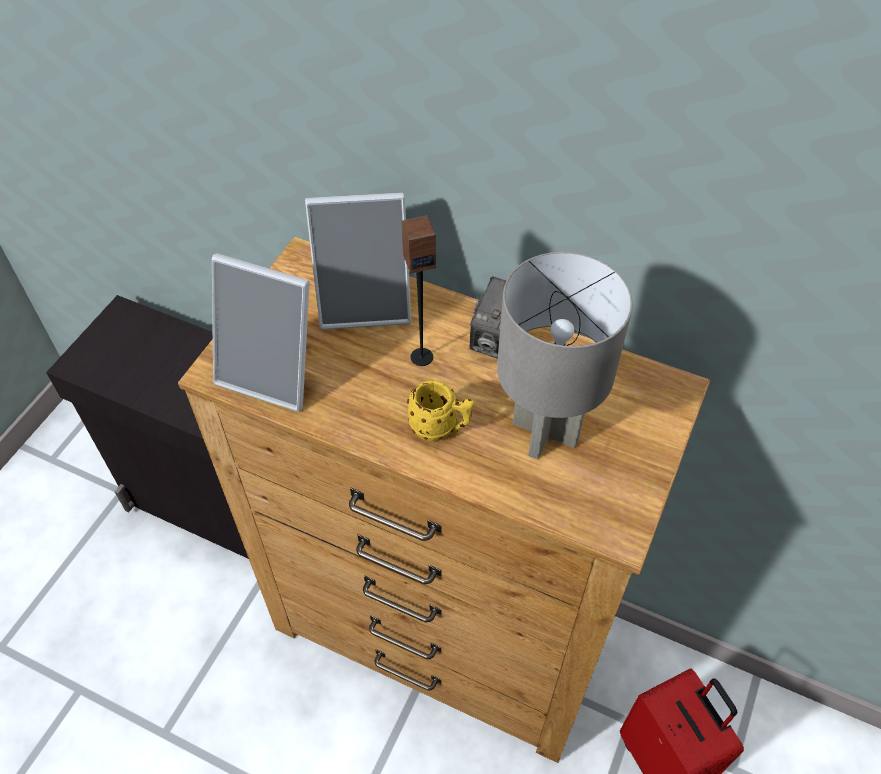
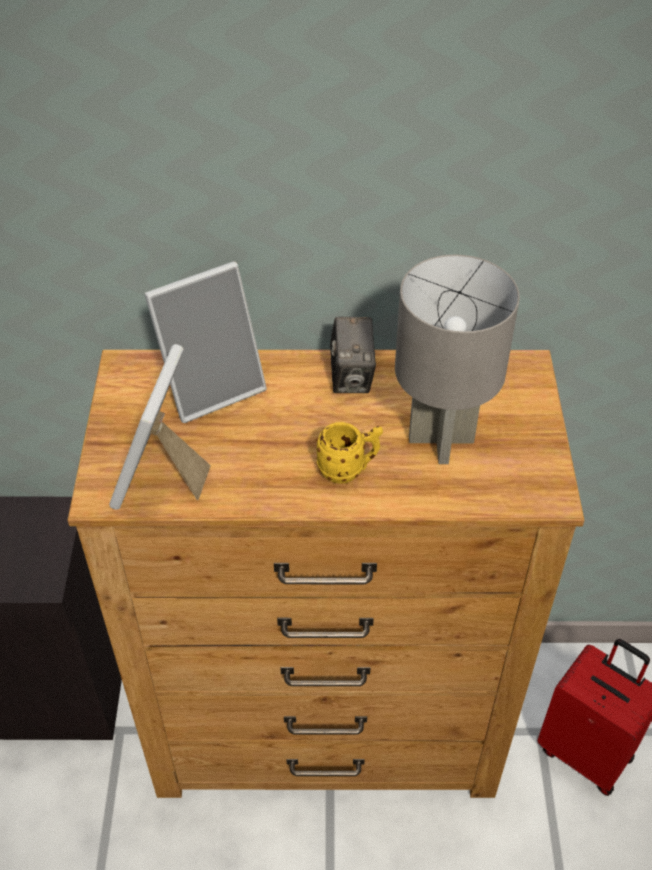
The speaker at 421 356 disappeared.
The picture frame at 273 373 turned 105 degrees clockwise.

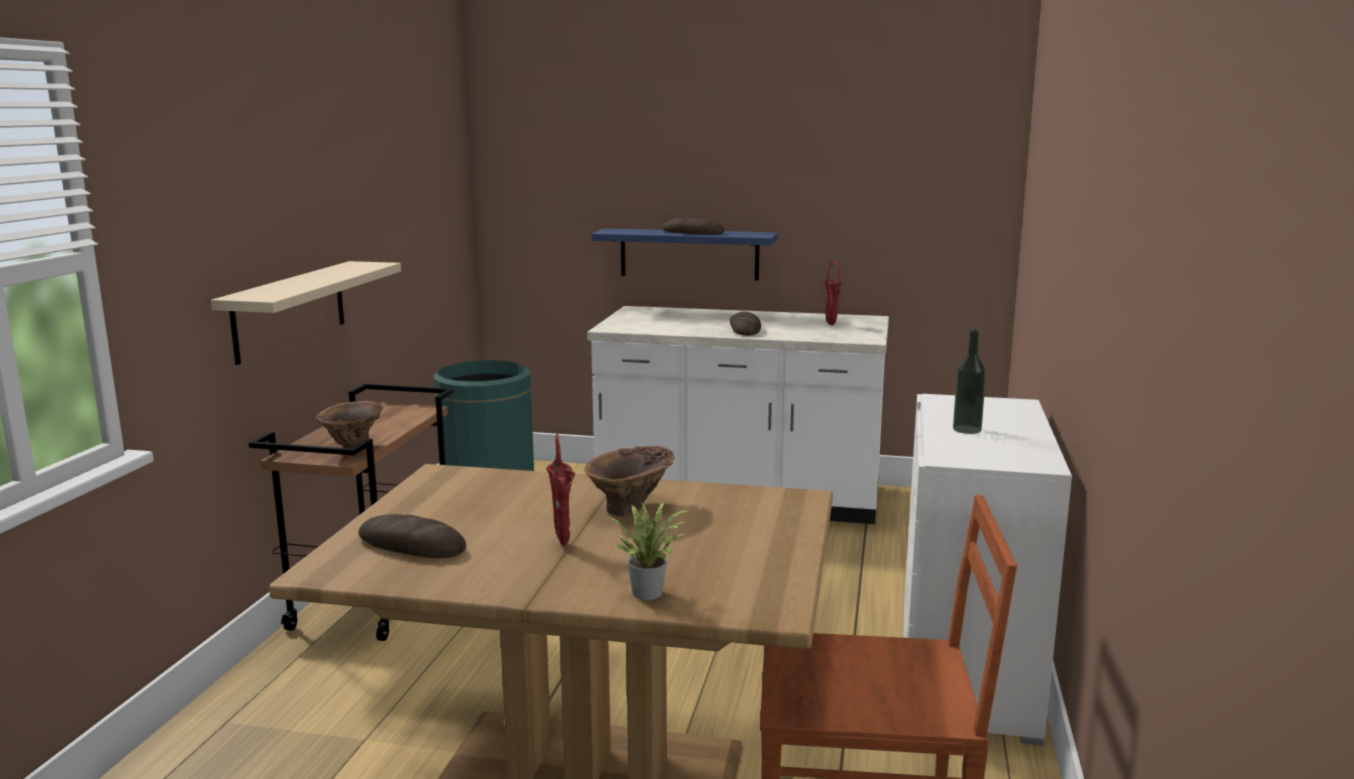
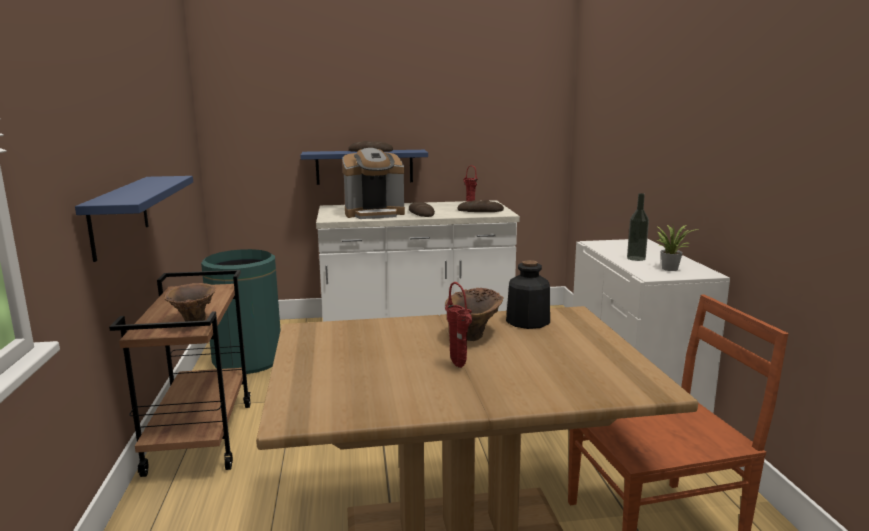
The coffee machine at 374 214 appeared.
The bottle at 527 321 appeared.
The bread moved from 411 545 to 480 211.
The potted plant moved from 650 591 to 669 268.
The beige shelf at 290 310 became the blue shelf at 119 215.

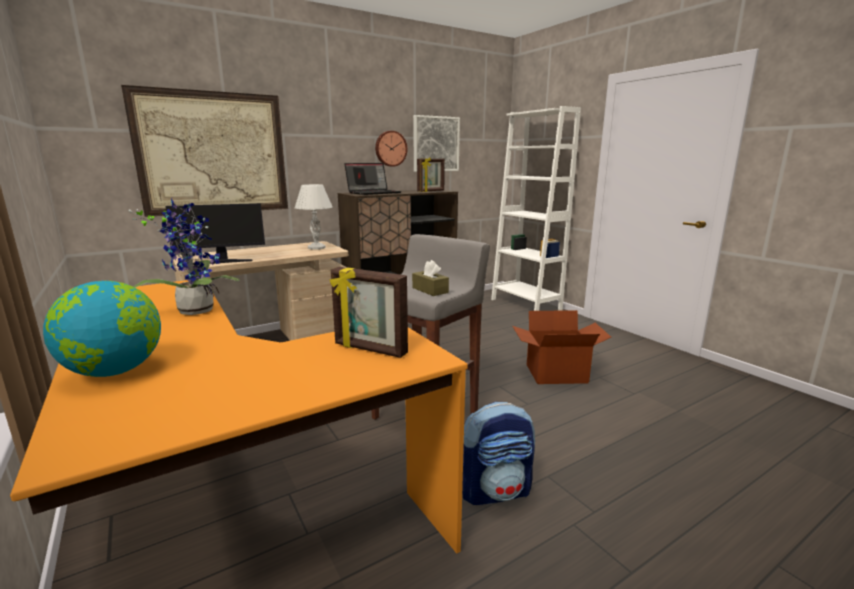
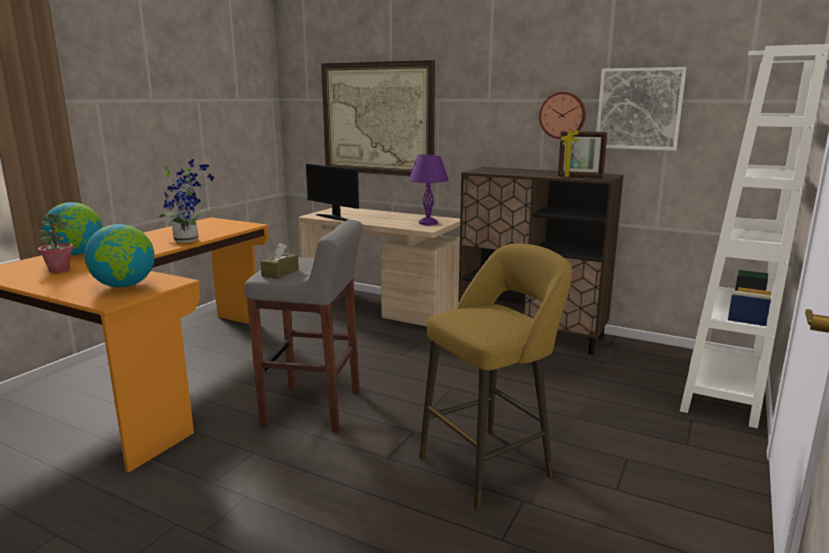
The laptop at 374 193 disappeared.
The backpack at 496 491 disappeared.
The potted plant at 59 270 appeared.
The picture frame at 369 349 was replaced by the globe at 124 286.
The cardboard box at 556 374 was replaced by the yellow stool at 490 464.
The white table lamp at 316 247 became the purple table lamp at 428 223.

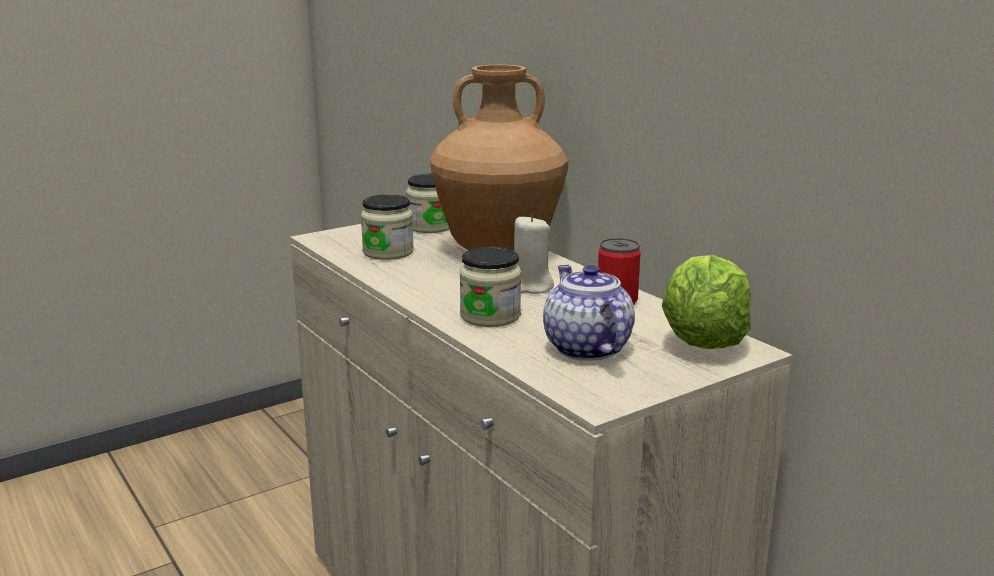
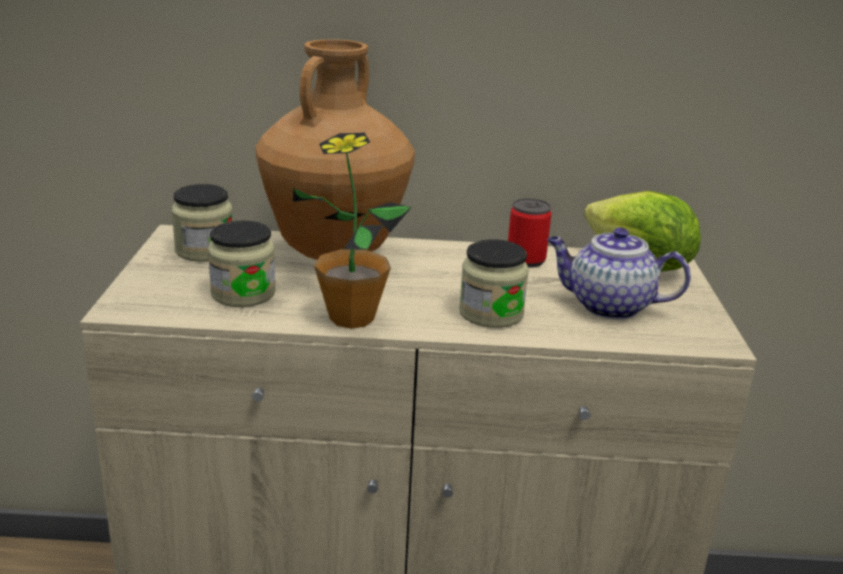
The beige candle at 530 287 disappeared.
The potted plant at 351 317 appeared.

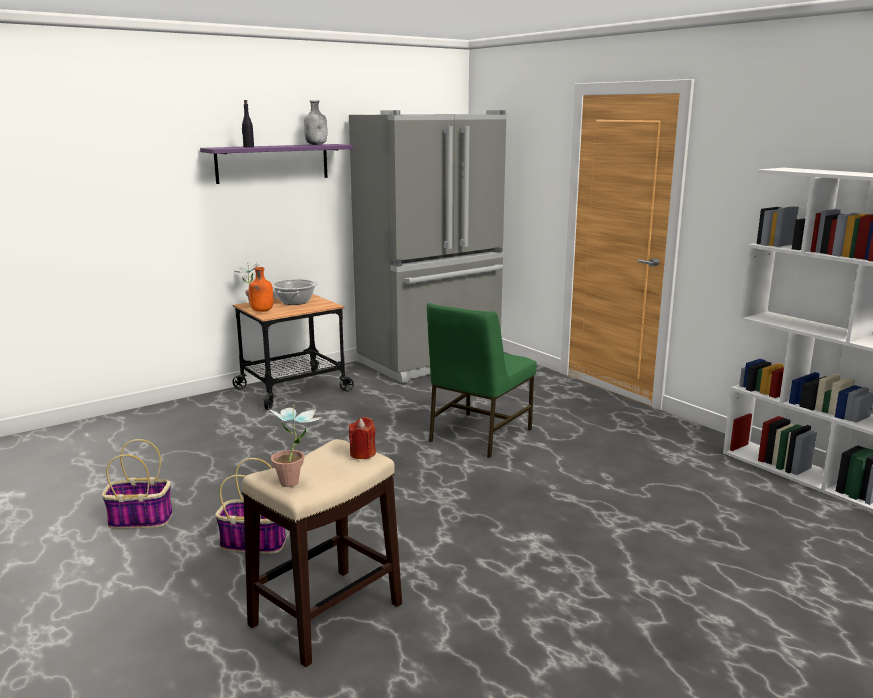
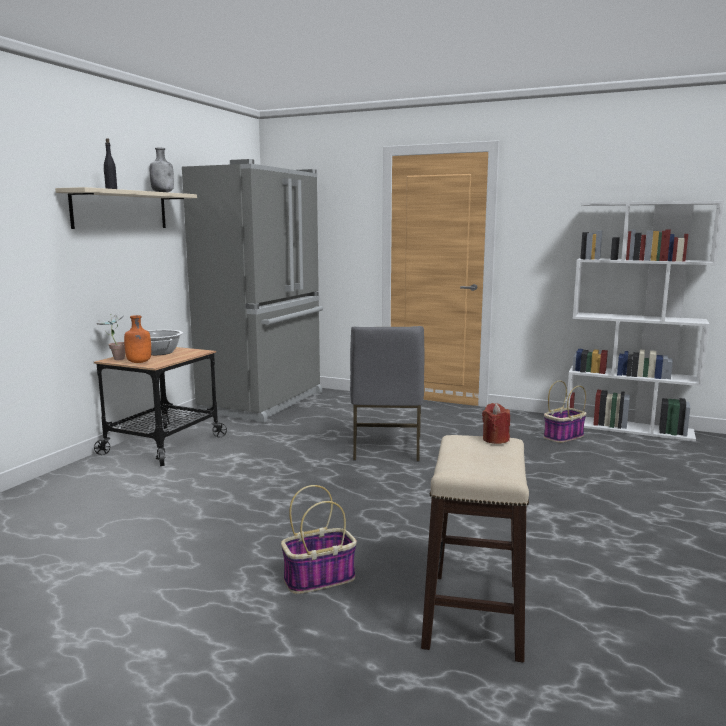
The potted plant at 296 482 disappeared.
The basket moved from 139 520 to 563 437.
The purple shelf at 272 163 became the beige shelf at 120 210.
The green chair at 478 435 became the grey chair at 386 448.

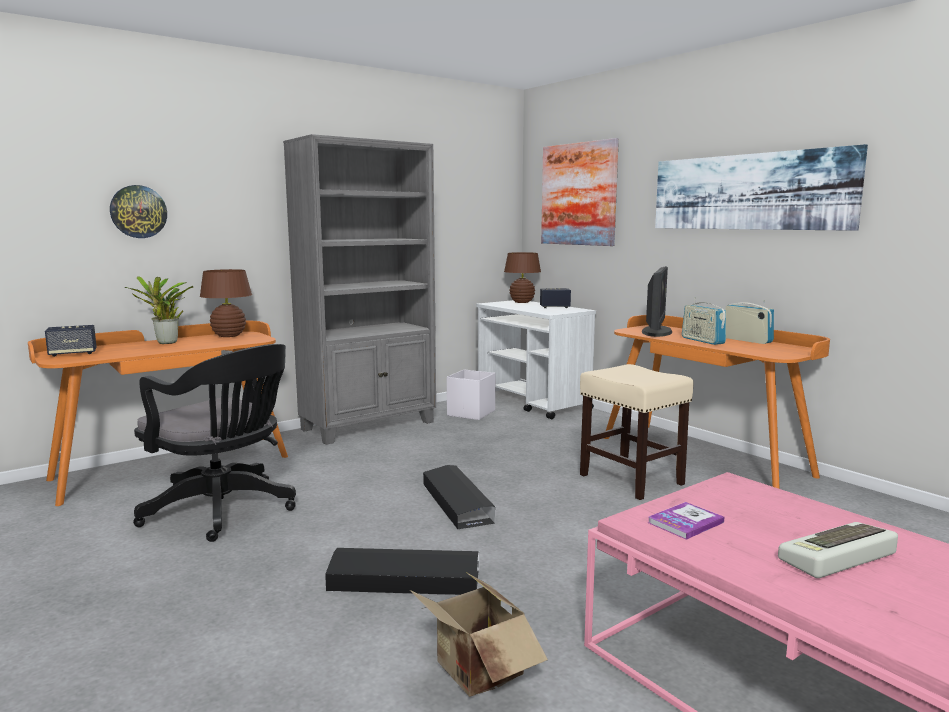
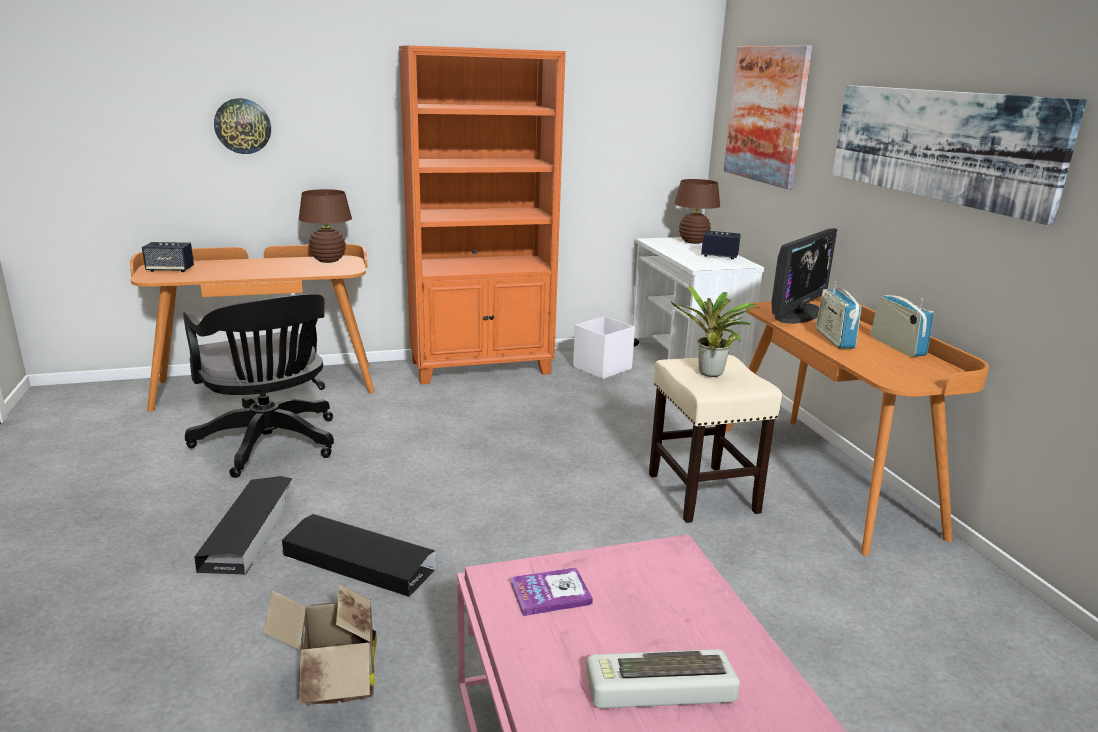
The potted plant moved from 166 343 to 710 375.
The black storage box moved from 457 503 to 250 531.
The grey bookcase at 369 426 became the orange bookcase at 482 368.

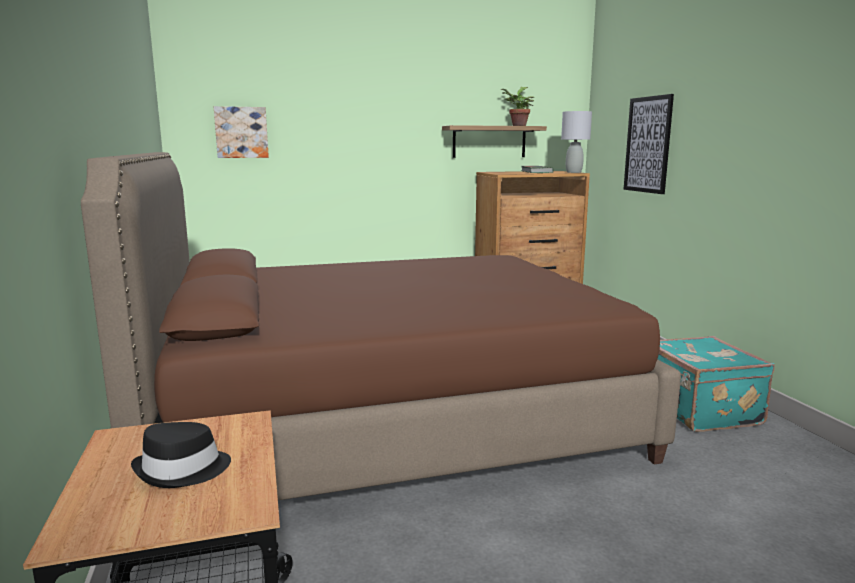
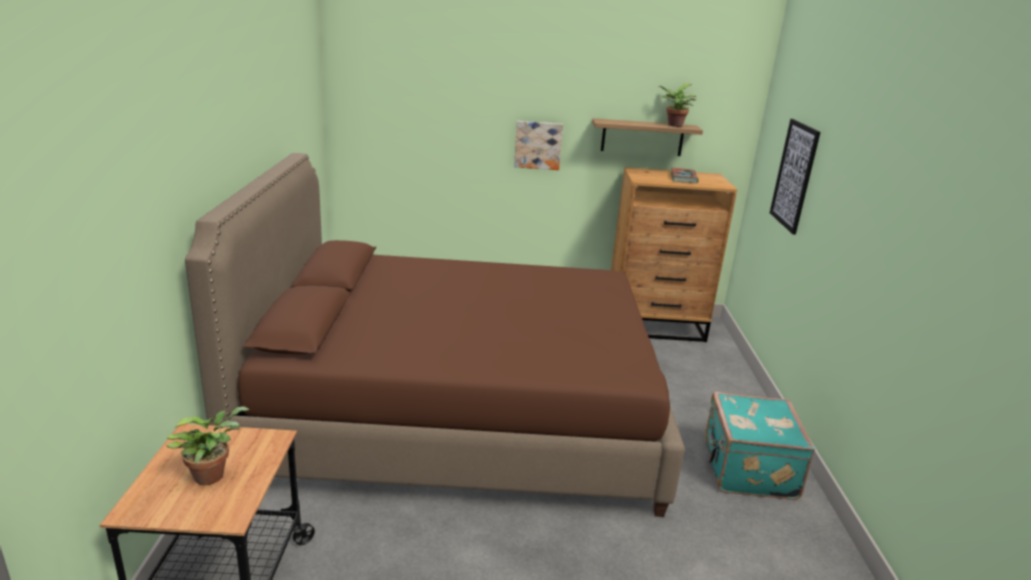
The grey table lamp at 573 172 disappeared.
The picture moved from 241 132 to 538 145.
The black hat at 182 470 was replaced by the potted plant at 212 474.

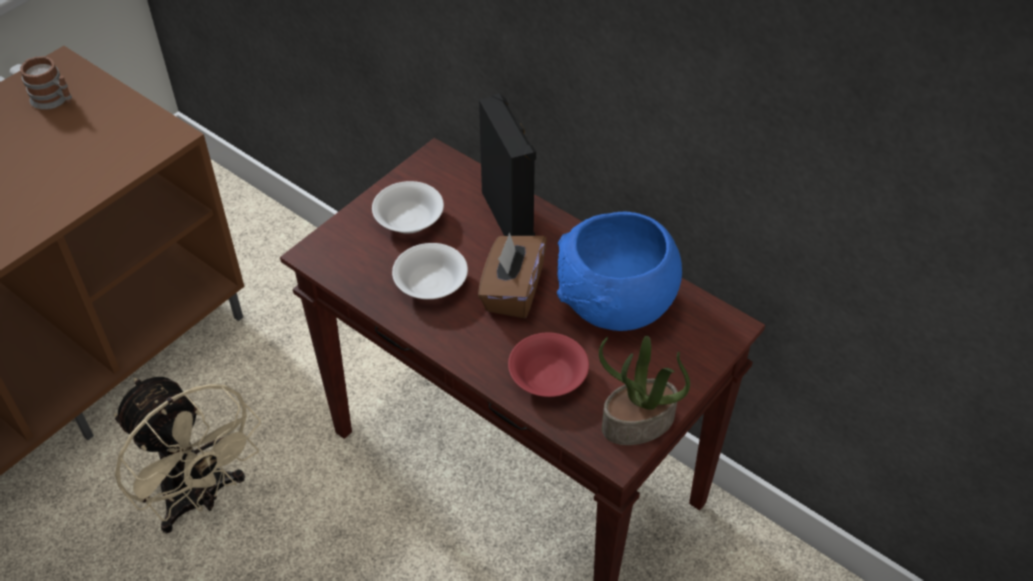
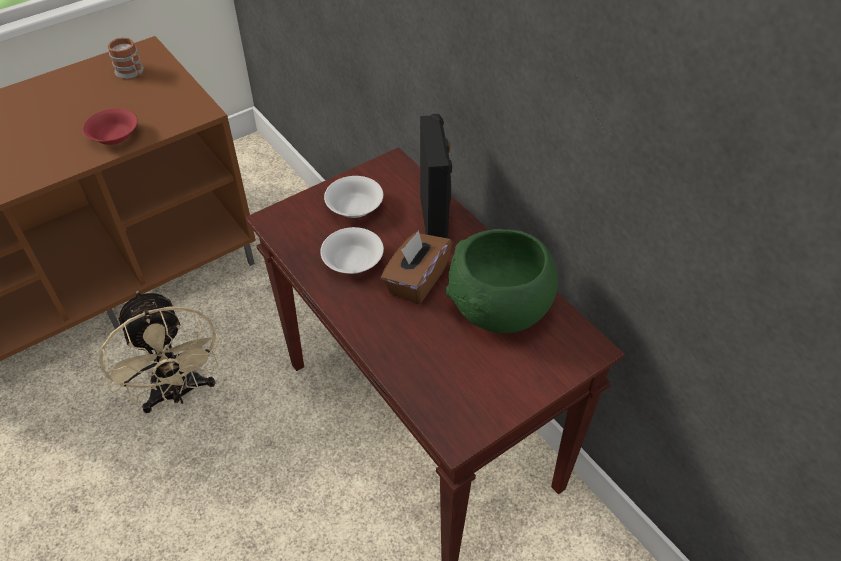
The potted plant at 637 424 disappeared.
The red bowl moved from 548 378 to 114 137.
The blue bowl at 614 305 became the green bowl at 497 310.

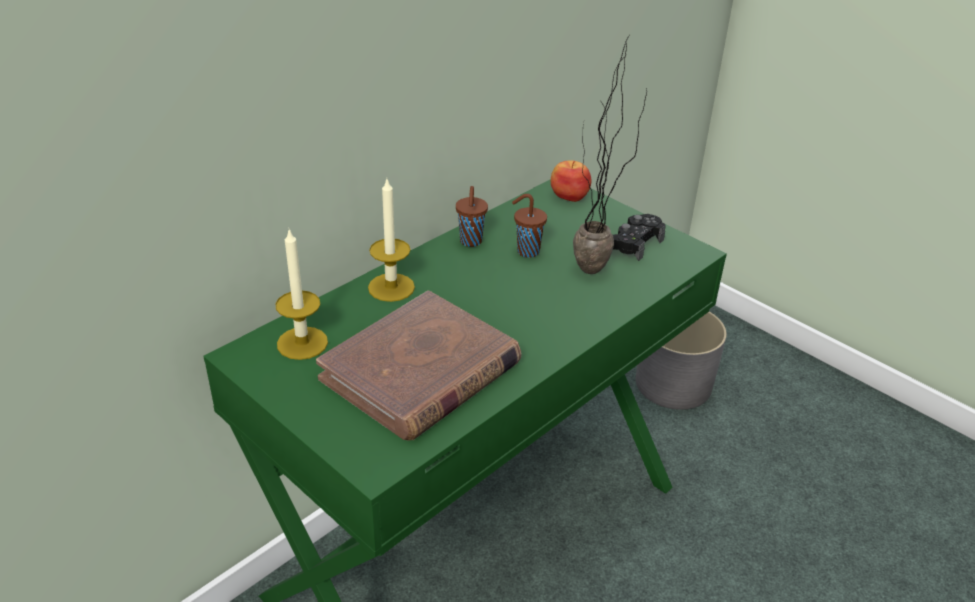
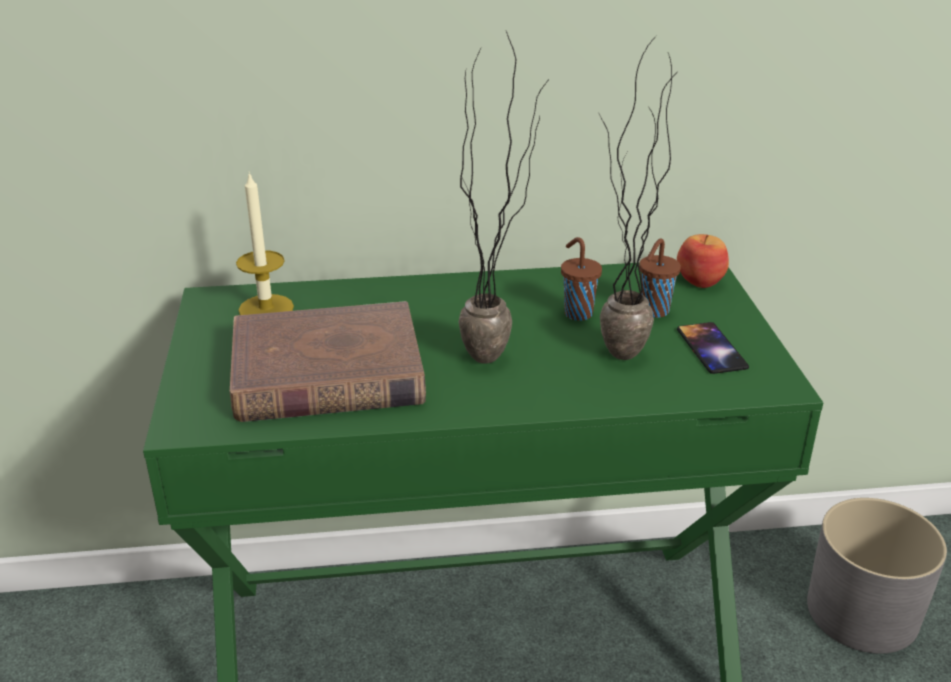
The candle at 391 287 disappeared.
The potted plant at 502 358 appeared.
The brown cup moved from 470 242 to 653 312.
The black game controller at 632 243 was replaced by the phone at 711 348.

